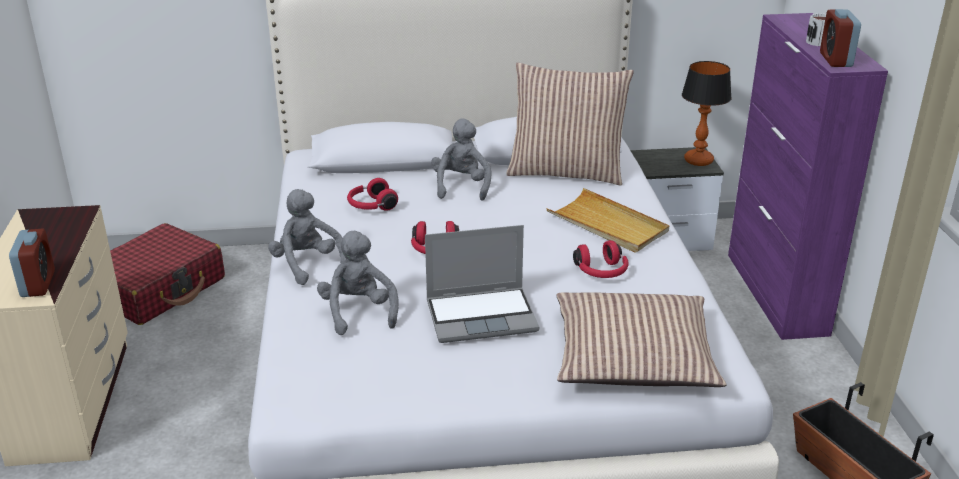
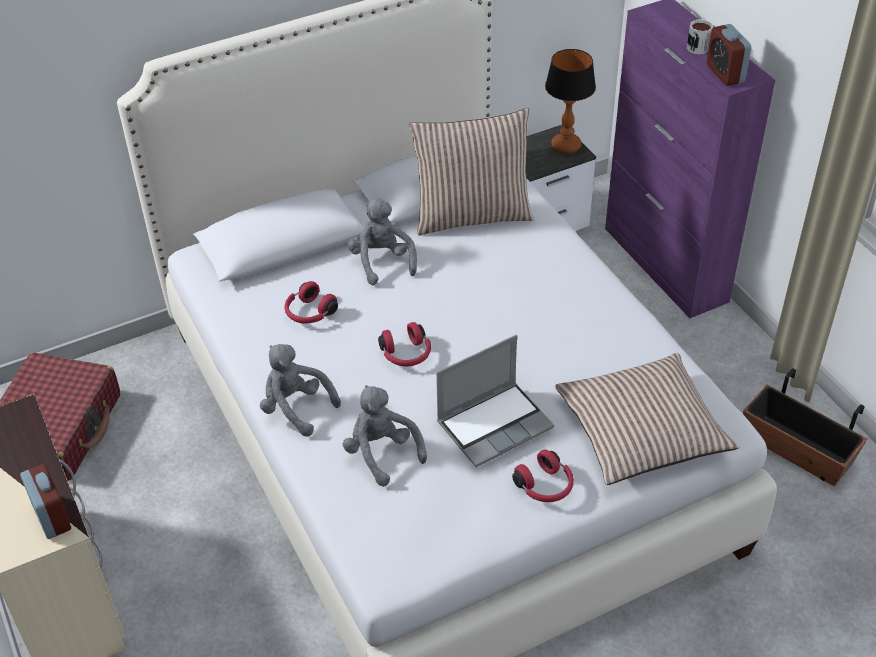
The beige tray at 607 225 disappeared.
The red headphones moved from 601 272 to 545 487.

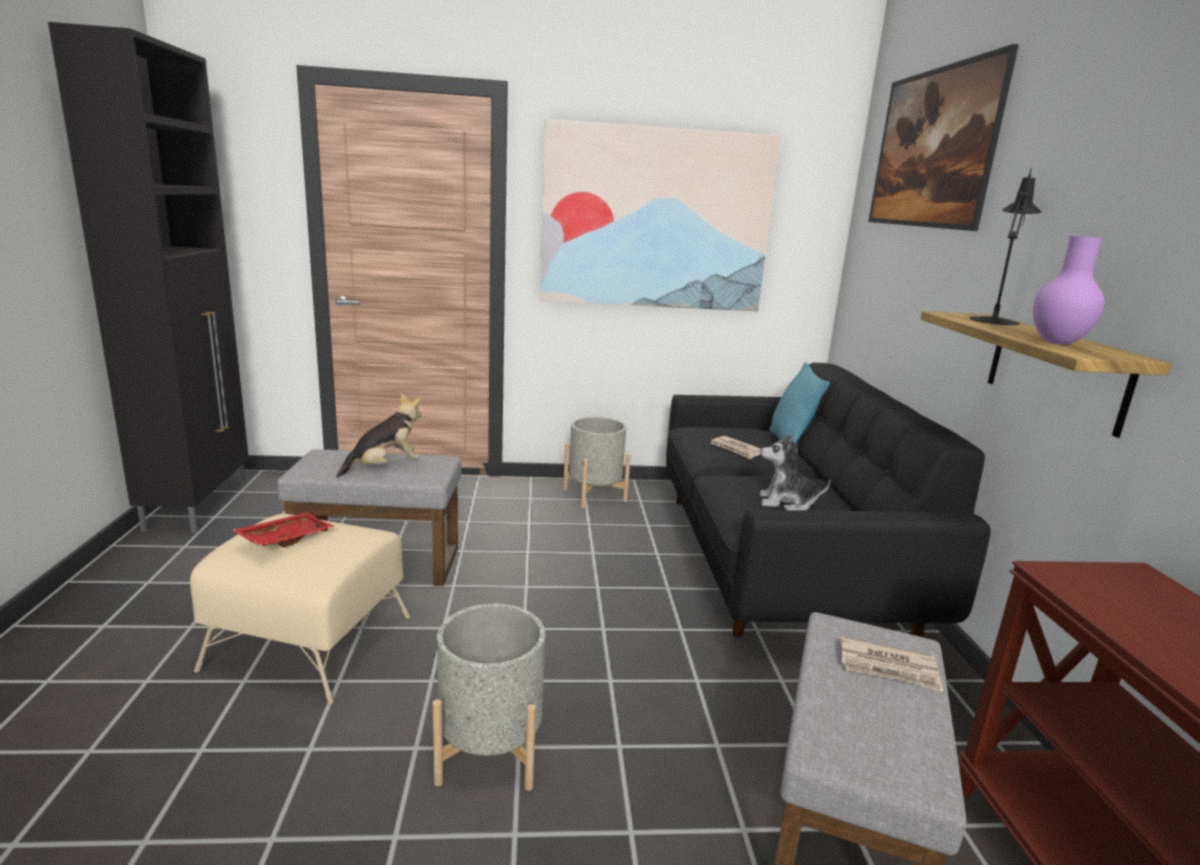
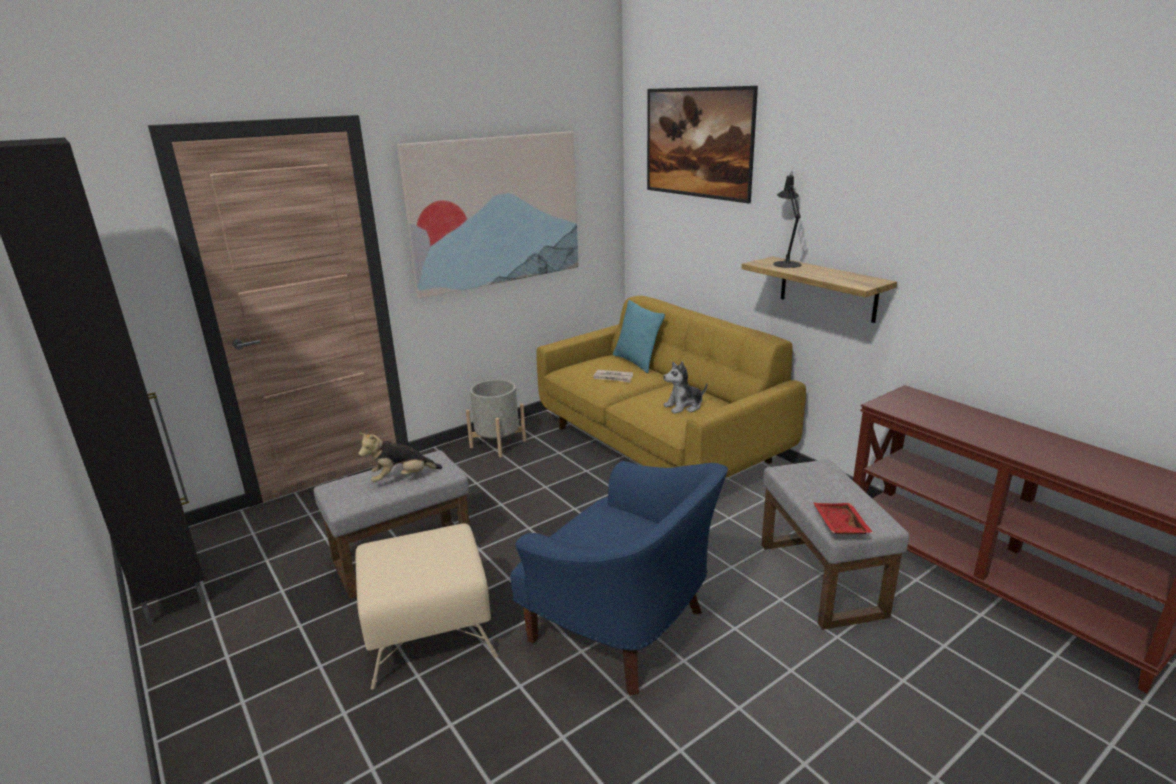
The newspaper at 889 668 disappeared.
The purple vase at 1056 342 disappeared.
The red tray moved from 285 539 to 839 525.
The grey planter at 490 751 was replaced by the blue armchair at 624 630.
The black sofa at 778 559 became the yellow sofa at 659 444.
The plush toy at 385 467 turned 135 degrees counterclockwise.

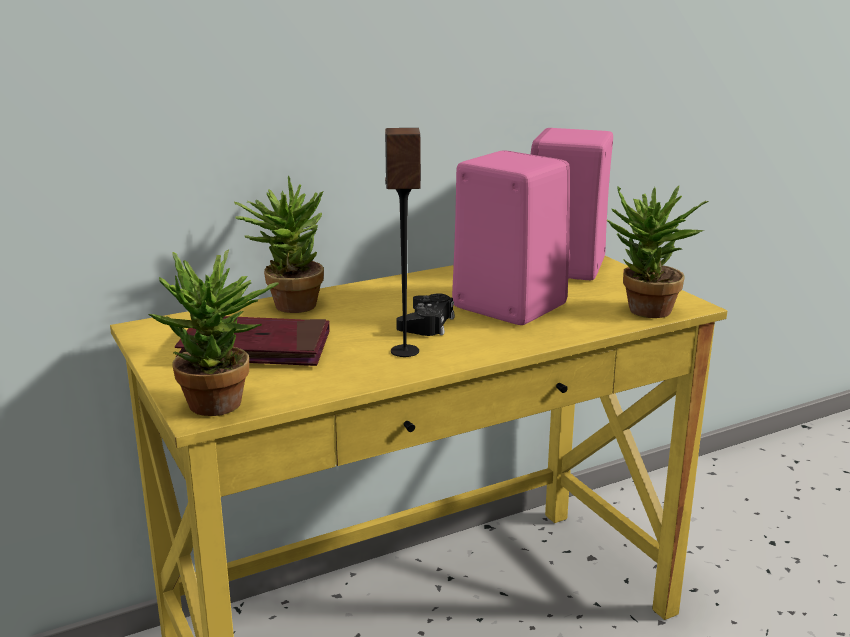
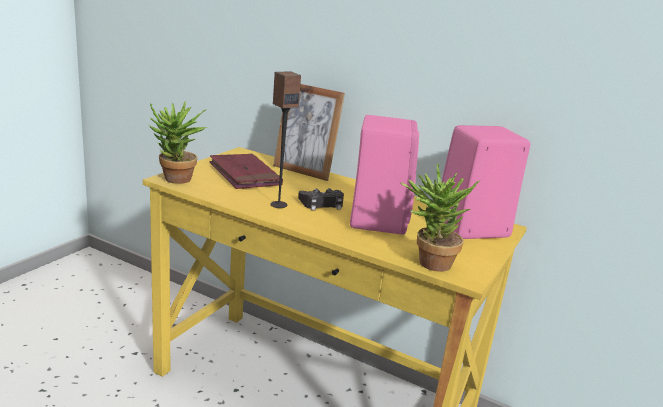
The potted plant at 287 304 was replaced by the picture frame at 304 171.

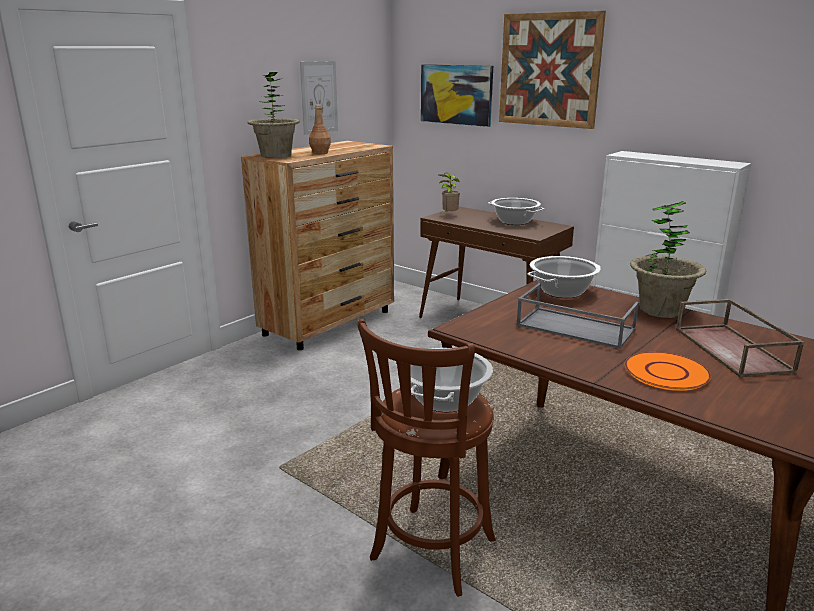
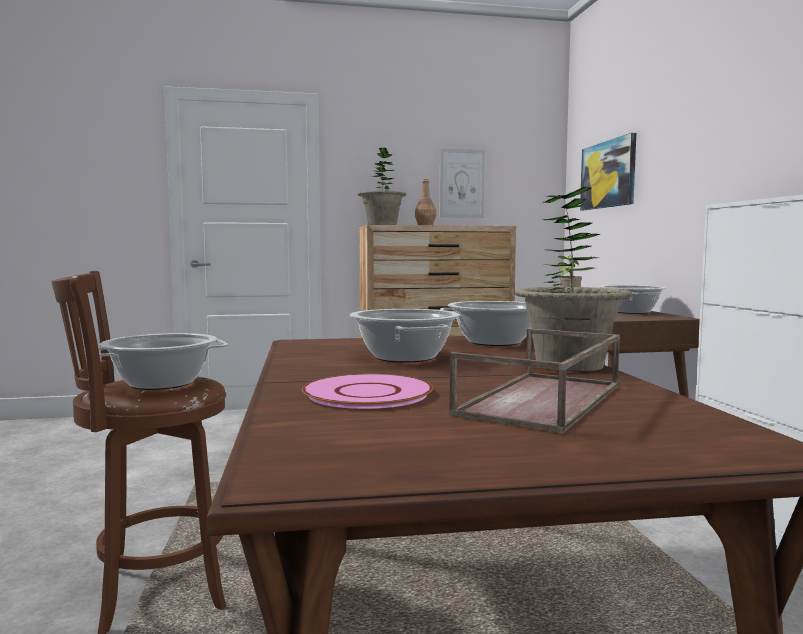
The picture at 549 70 disappeared.
The grey tray at 573 327 was replaced by the cooking pot at 404 357.
The orange plate at 667 373 became the pink plate at 367 393.

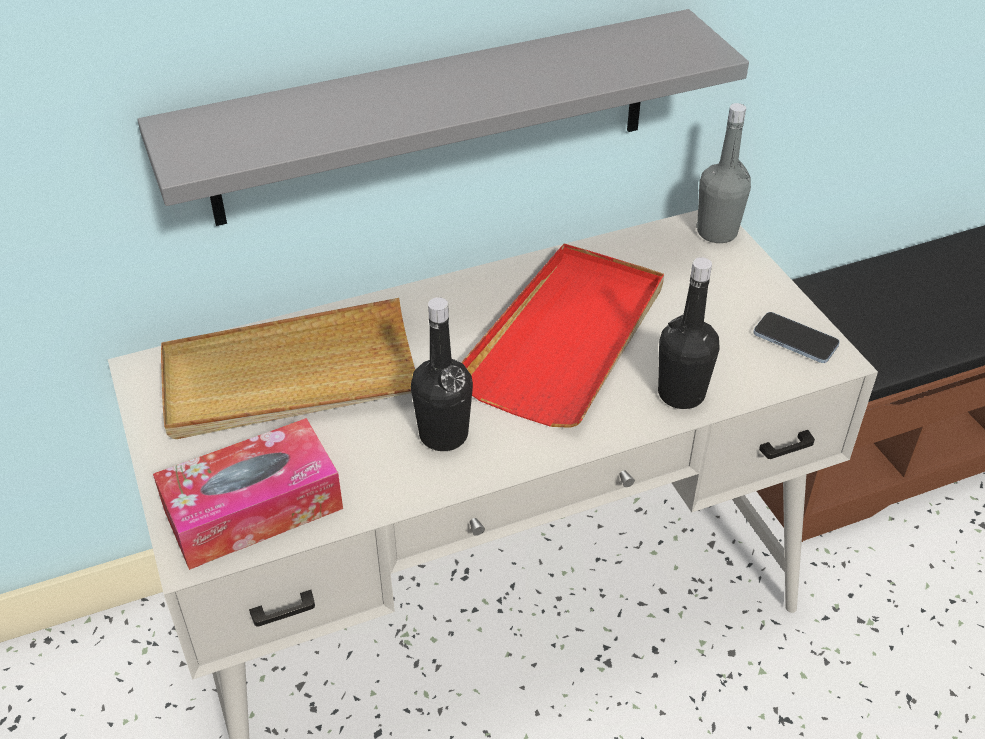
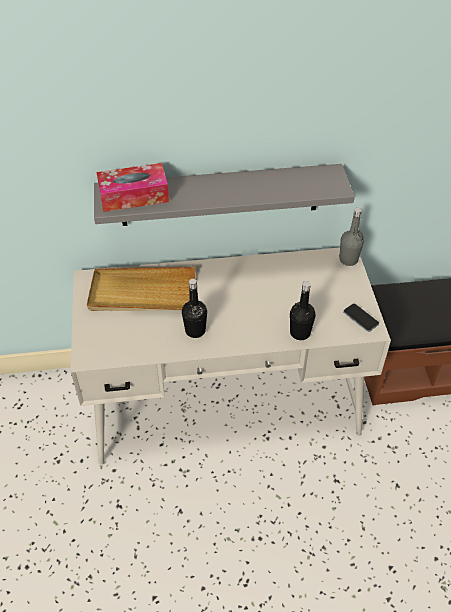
The red tray at 567 338 disappeared.
The tissue box moved from 253 509 to 134 196.

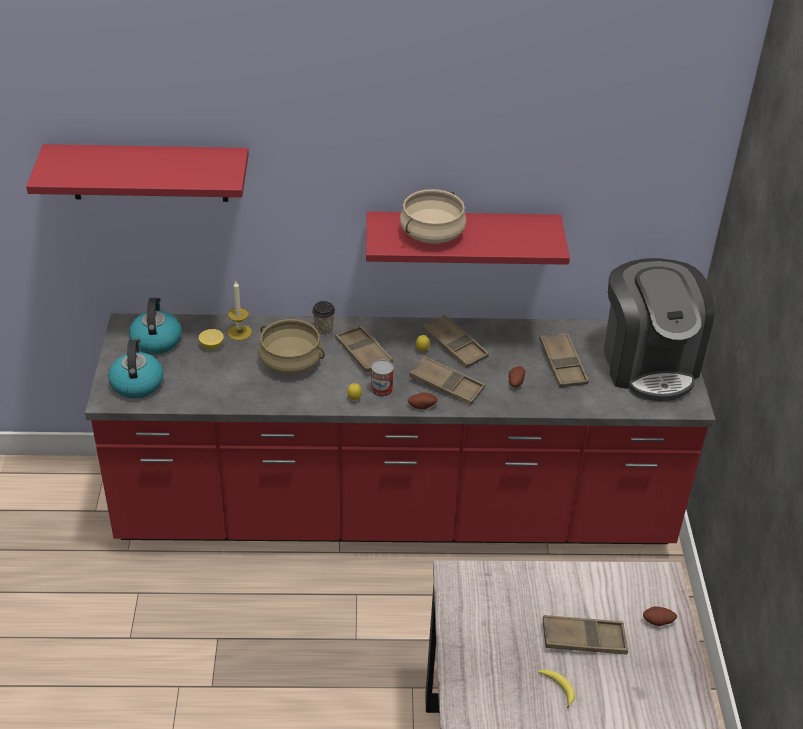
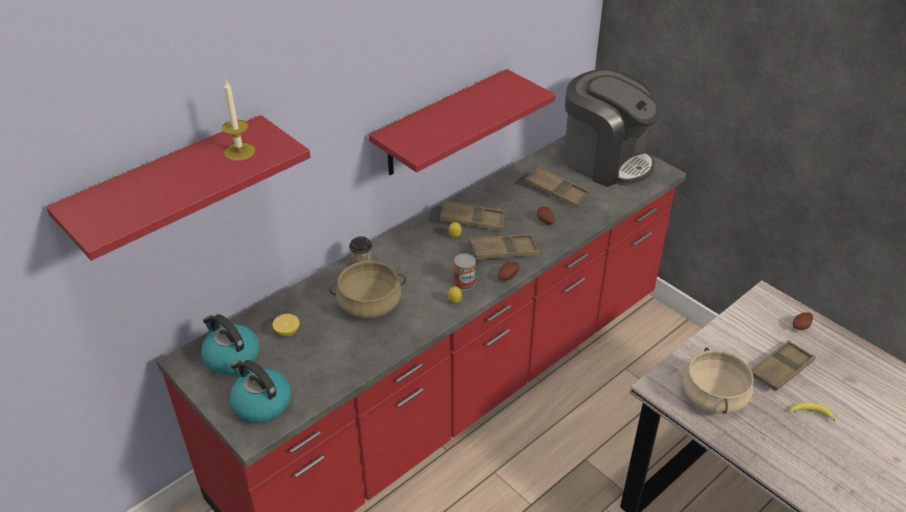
The brown tray at 363 353 disappeared.
The candle moved from 239 332 to 239 152.
The beige cooking pot moved from 431 233 to 713 396.

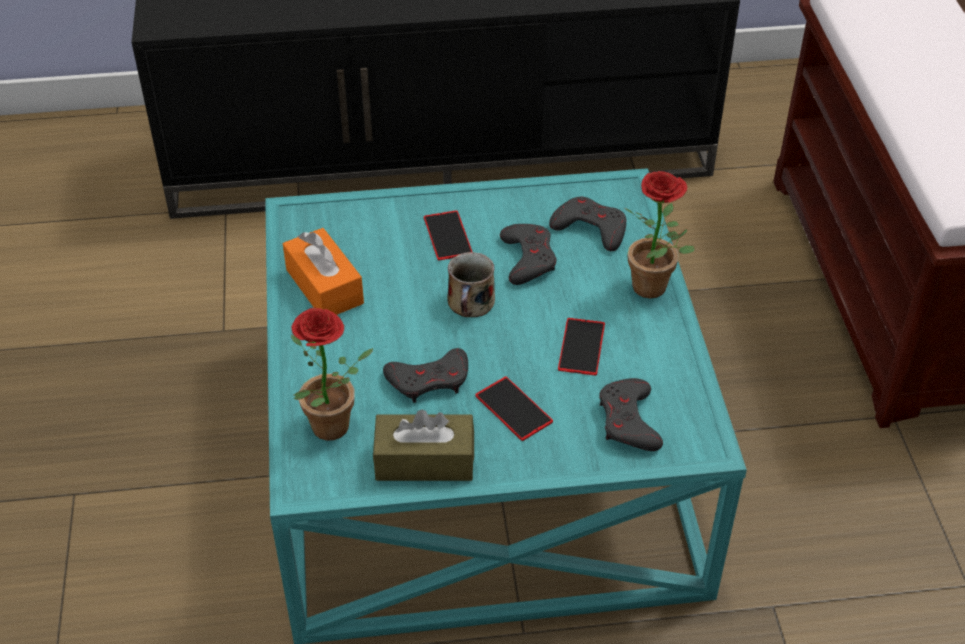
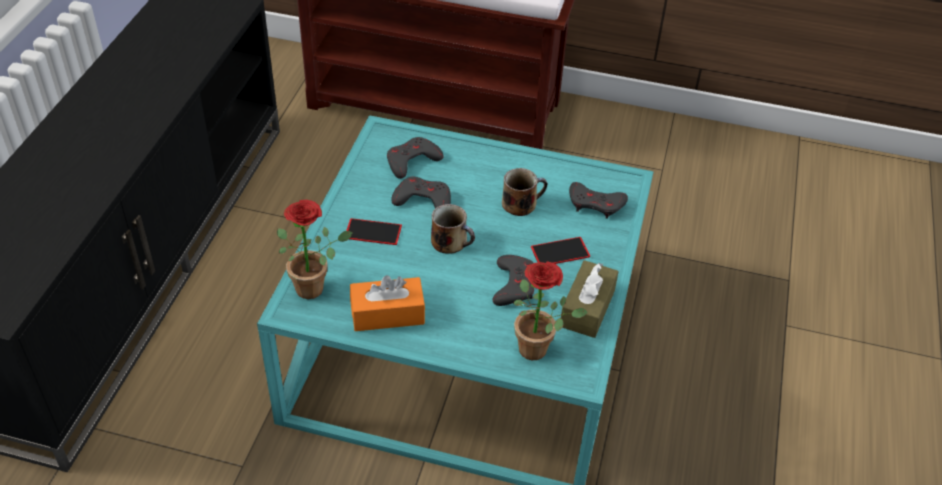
The potted plant moved from 655 290 to 315 287.
The phone at 581 346 was replaced by the mug at 521 203.

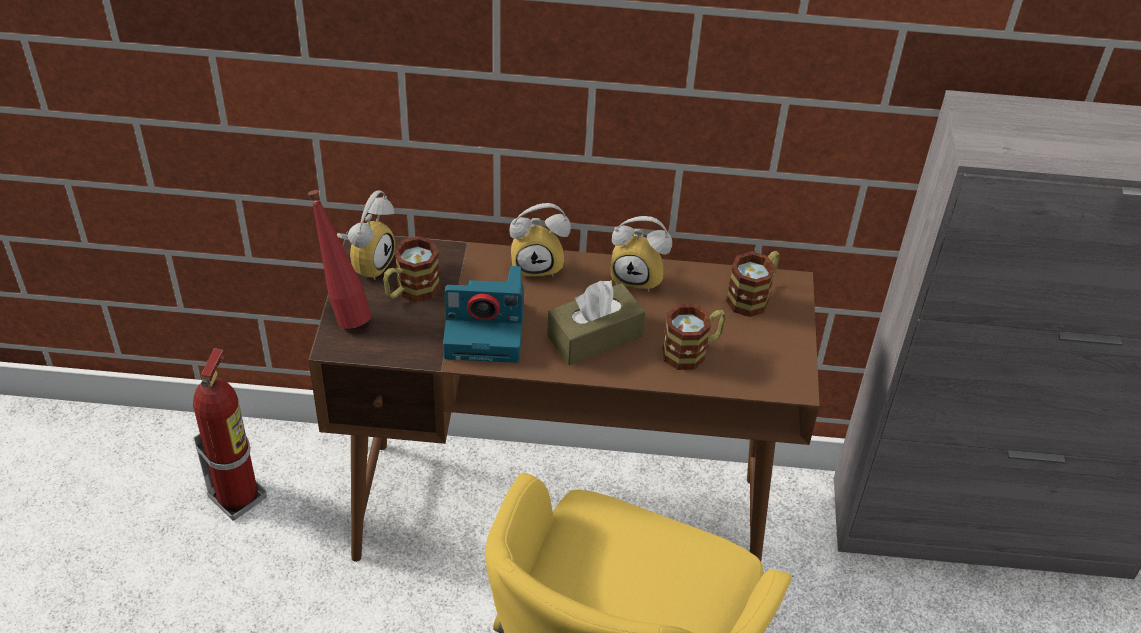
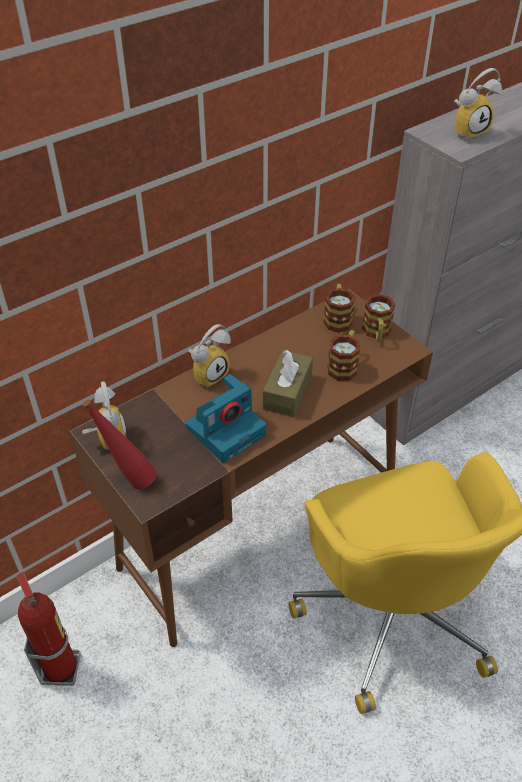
The mug moved from 411 291 to 376 333.
The alarm clock moved from 639 276 to 468 131.

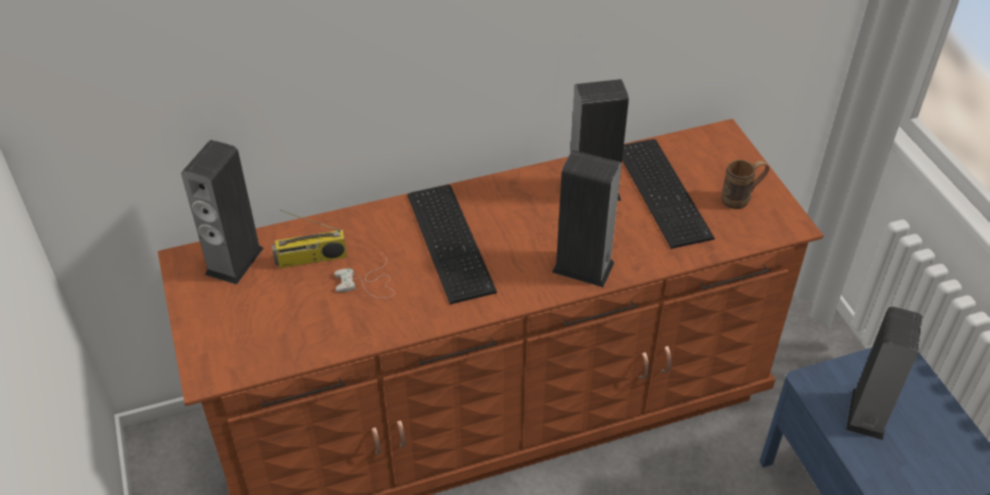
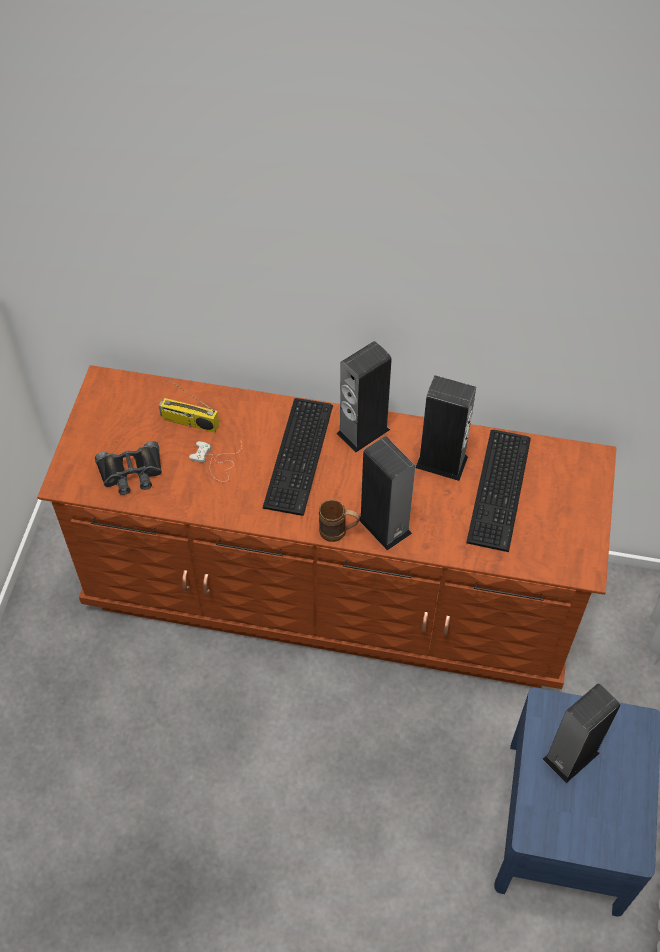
The black binoculars at 131 472 appeared.
The speaker moved from 234 261 to 363 431.
The brown mug moved from 741 199 to 338 533.

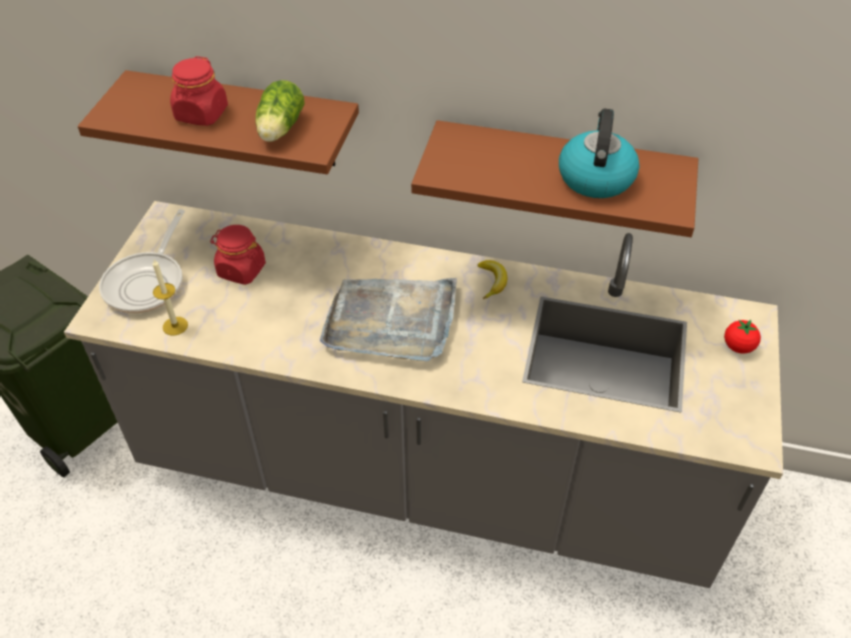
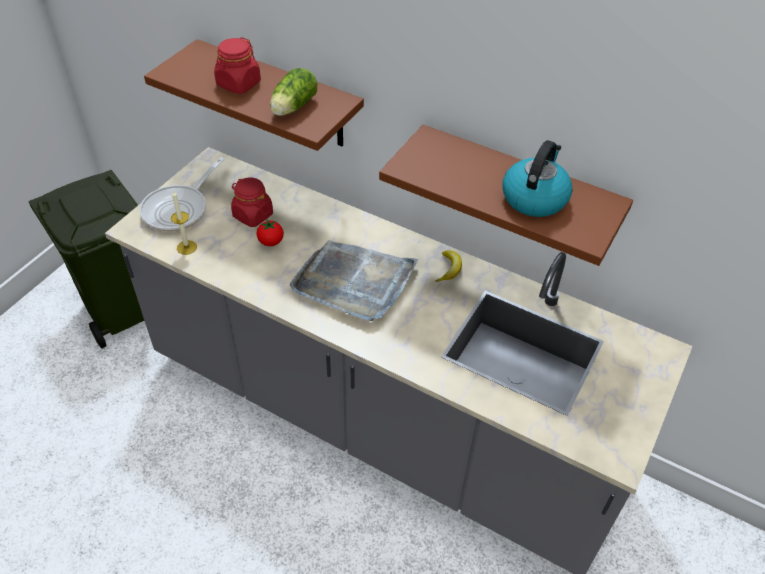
The tomato moved from 738 347 to 271 242.

